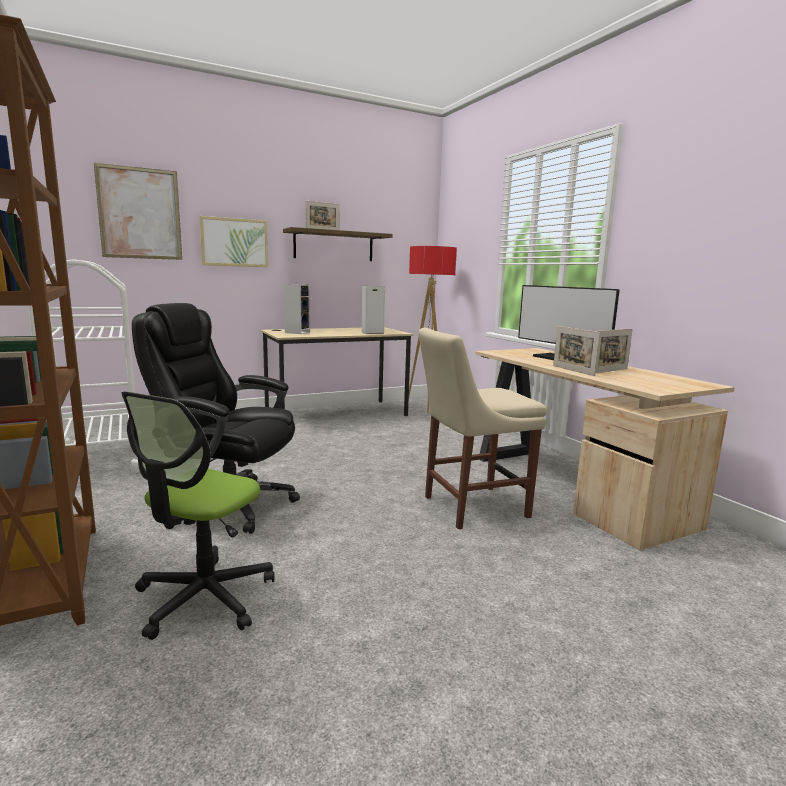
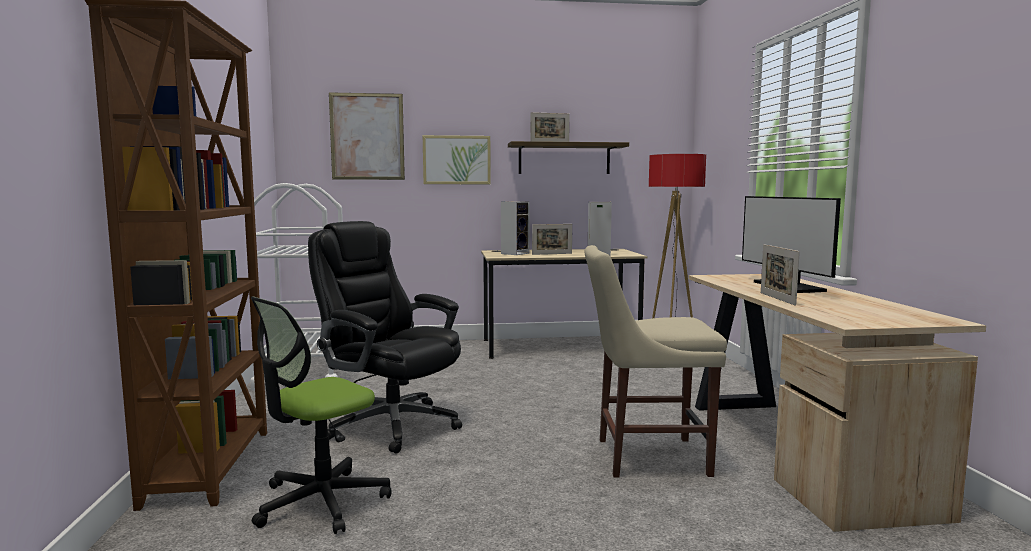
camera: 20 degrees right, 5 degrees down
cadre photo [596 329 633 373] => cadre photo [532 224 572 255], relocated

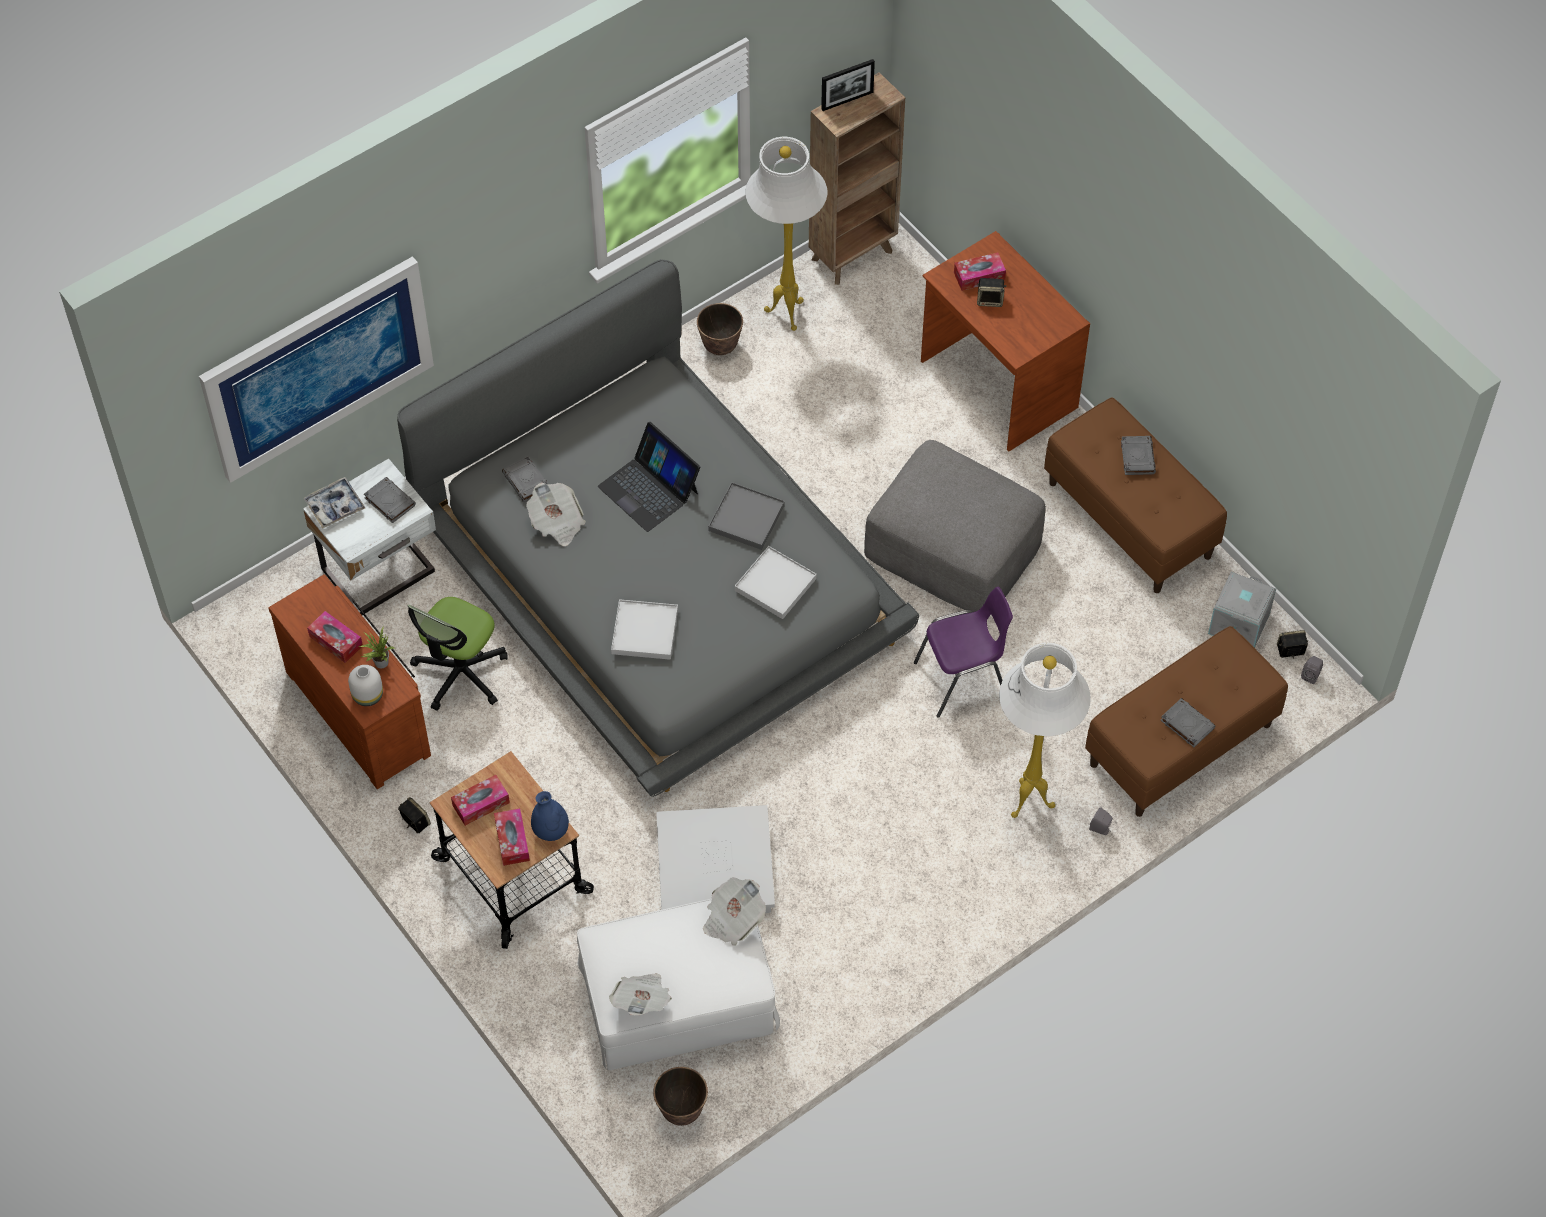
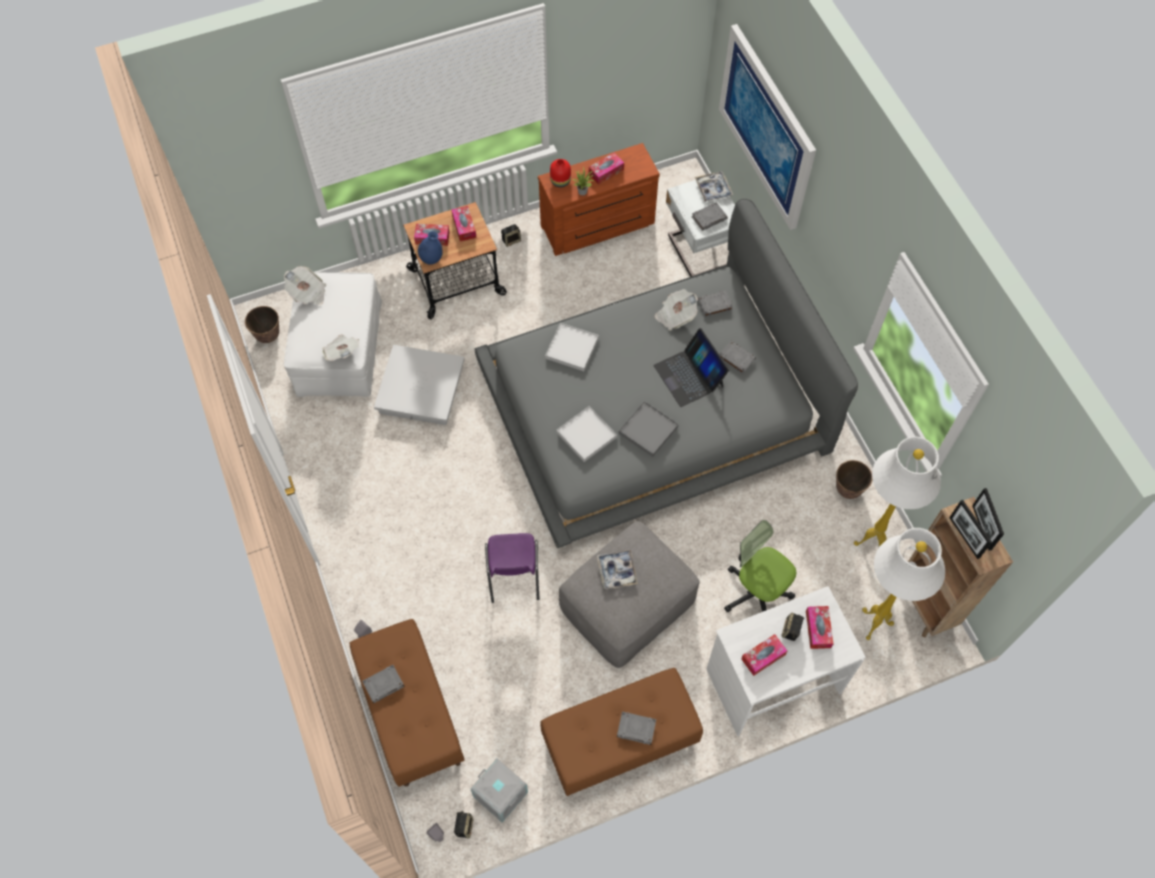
camera: 105 degrees right, 5 degrees up
vase [blanc] [348 665 383 706] => vase [rouge] [550 159 571 187]
nothing => plateau [597 550 638 589]
ordinateur portable [598 422 700 532] => ordinateur portable [654 328 729 407], 90 degrees counterclockwise
bureau [marron] [921 231 1090 452] => bureau [blanc] [706 586 866 736]
nothing => livre [gris] [719 341 756 374]
chaise de bureau [407 597 508 711] => chaise de bureau [724 520 796 612], relocated
nothing => boîte à mouchoirs [741 634 787 676]
lampadaire [blanc] [999 643 1091 818] => lampadaire [blanc] [862 528 945 640], relocated
nothing => cadre photo [949 500 992 559]

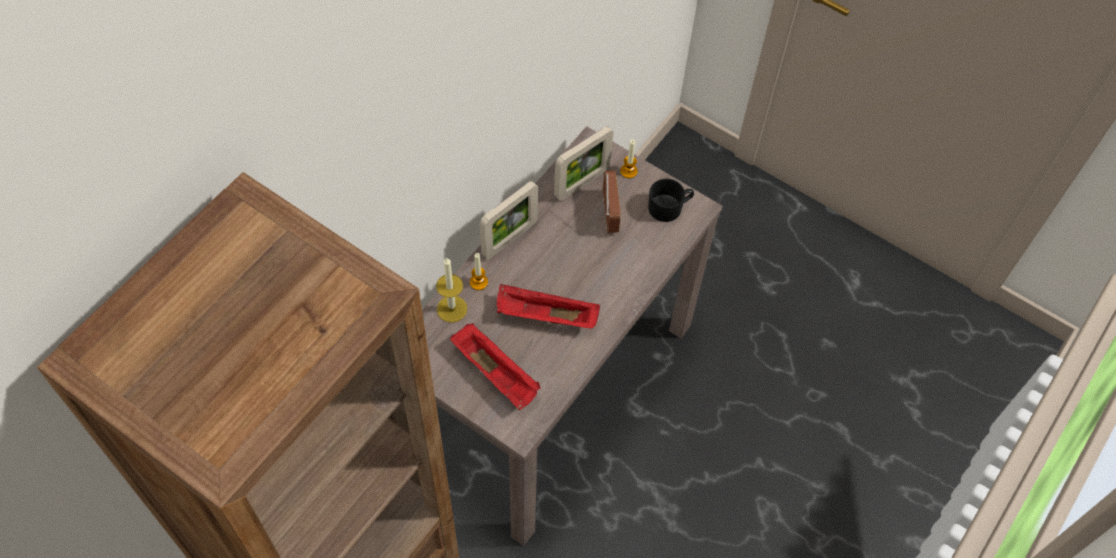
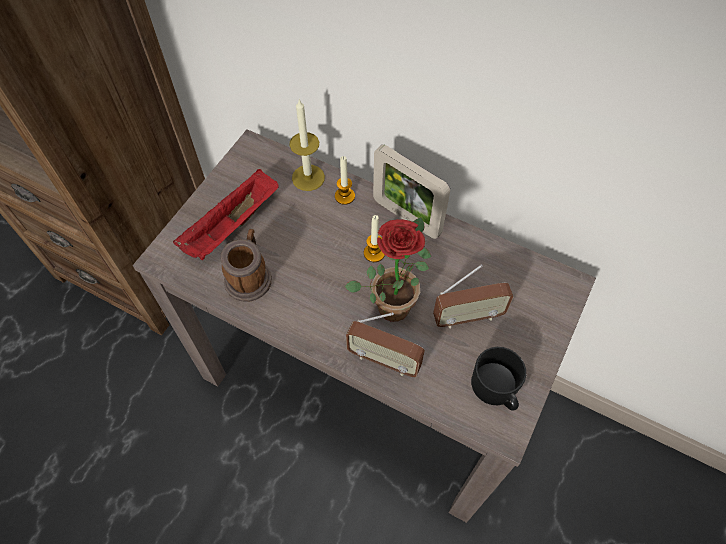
camera: 85 degrees right, 0 degrees up
nothing => mug [221 229 272 302]
nothing => plante en pot [345 218 431 322]
nothing => radio [346 312 425 377]
bougie [620 140 638 178] => bougie [364 215 385 262], relocated
plateau [rouge] [497 284 600 328] => nothing
cadre photo [554 126 614 201] => nothing

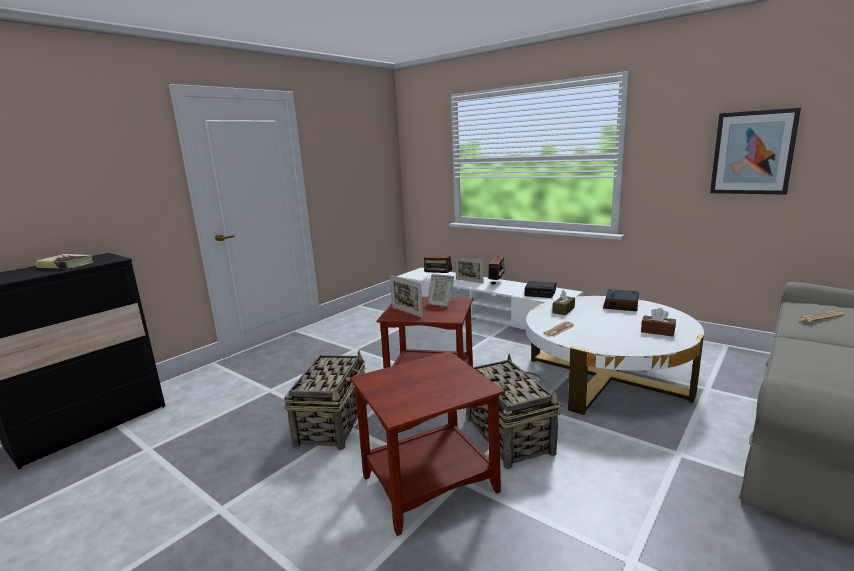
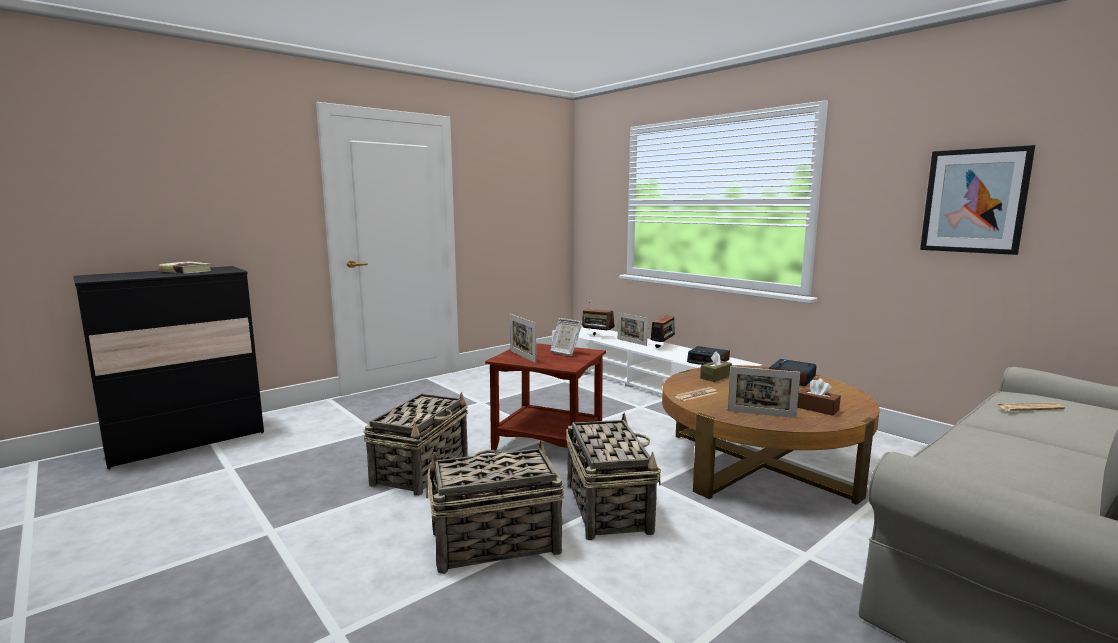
camera: 10 degrees right, 5 degrees down
table d'appoint [marron] [350 351 505 536] => panier [426 440 564 574]
table basse [blanc] [526 296 704 415] => table basse [marron] [662 365 880 505]
nothing => cadre photo [727 366 800 418]

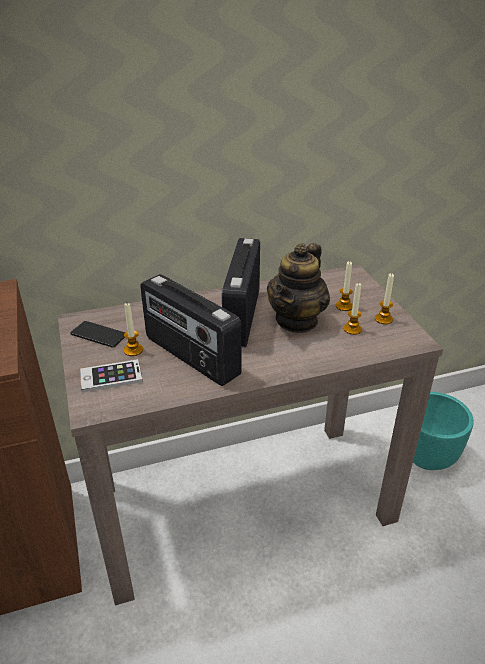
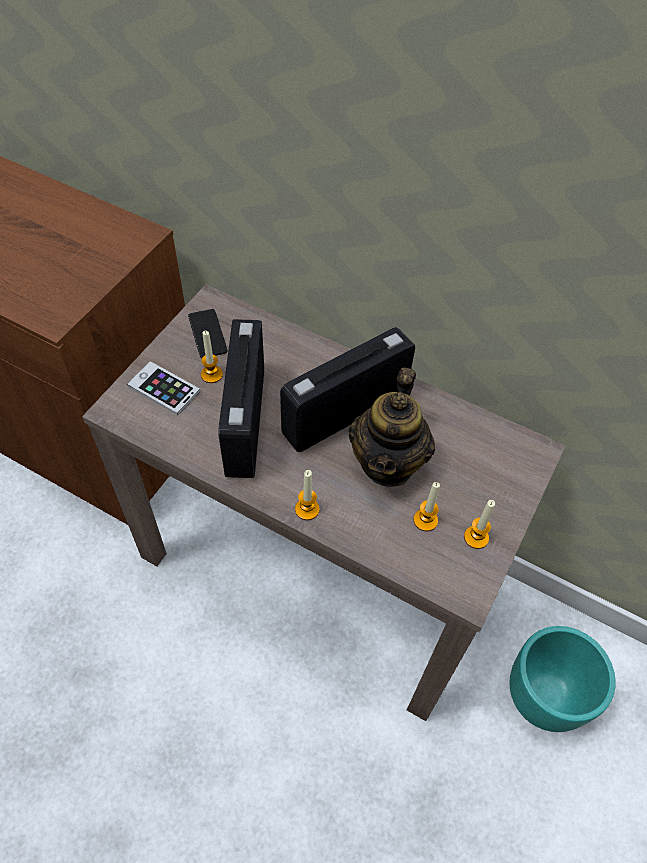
camera: 45 degrees right, 20 degrees up
bougie [336 261 353 311] => bougie [295 470 320 520], relocated
théière [267 243 330 333] => théière [349 367 435 487], 60 degrees counterclockwise

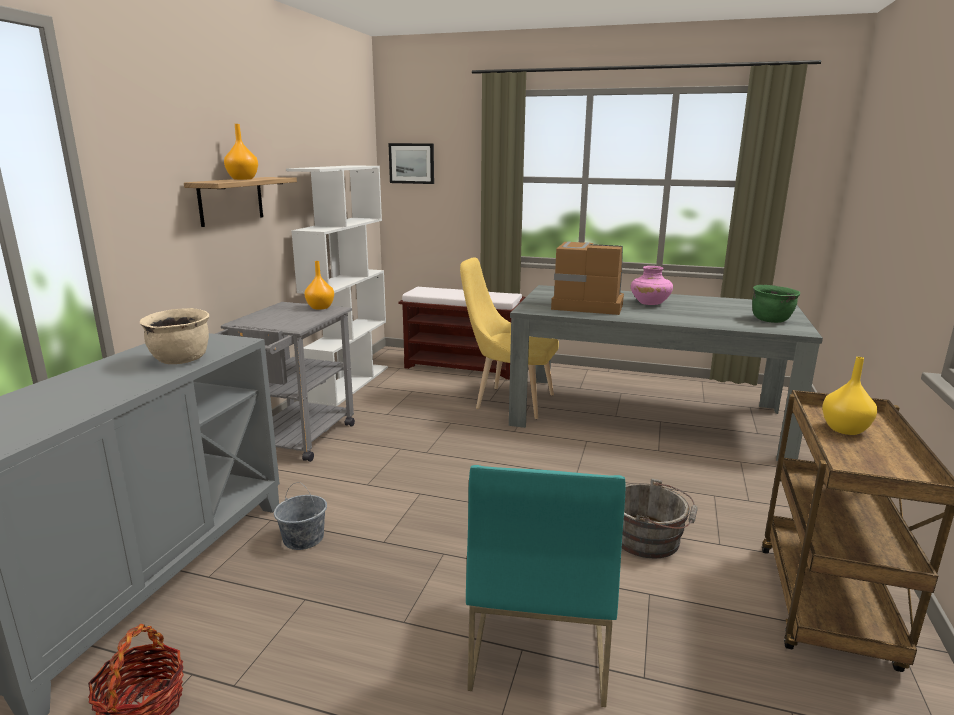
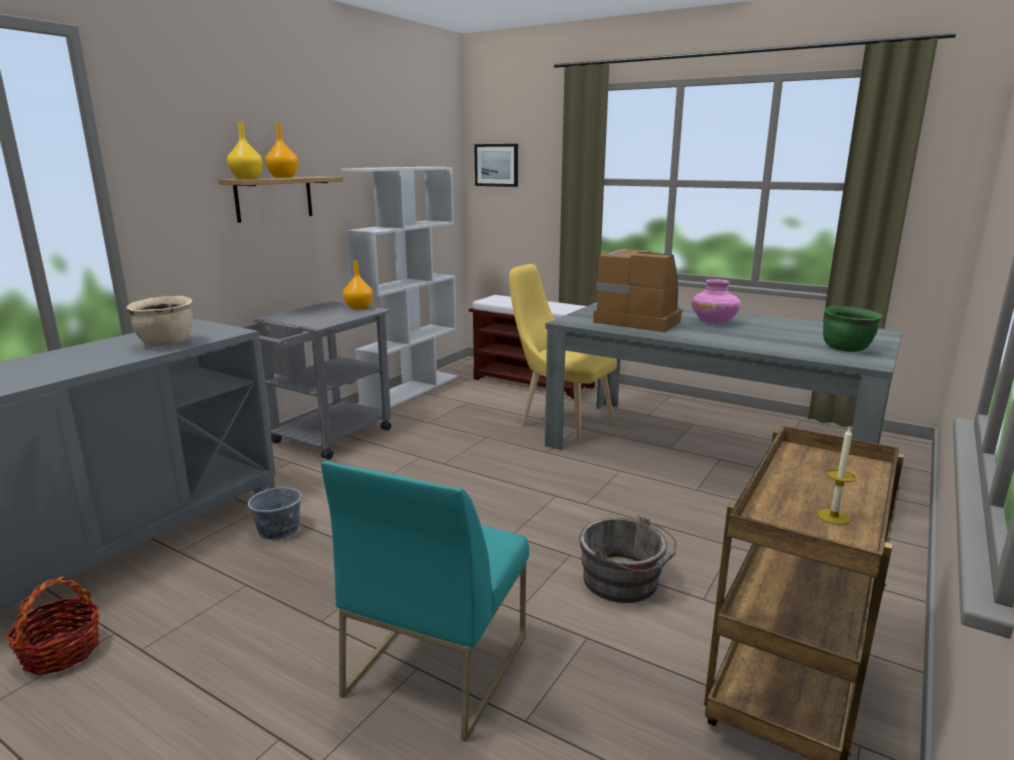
camera: 15 degrees right, 0 degrees up
vase [jaune] [822 357 877 435] => vase [jaune] [227 121 263 179], relocated
nothing => bougie [817 427 856 525]

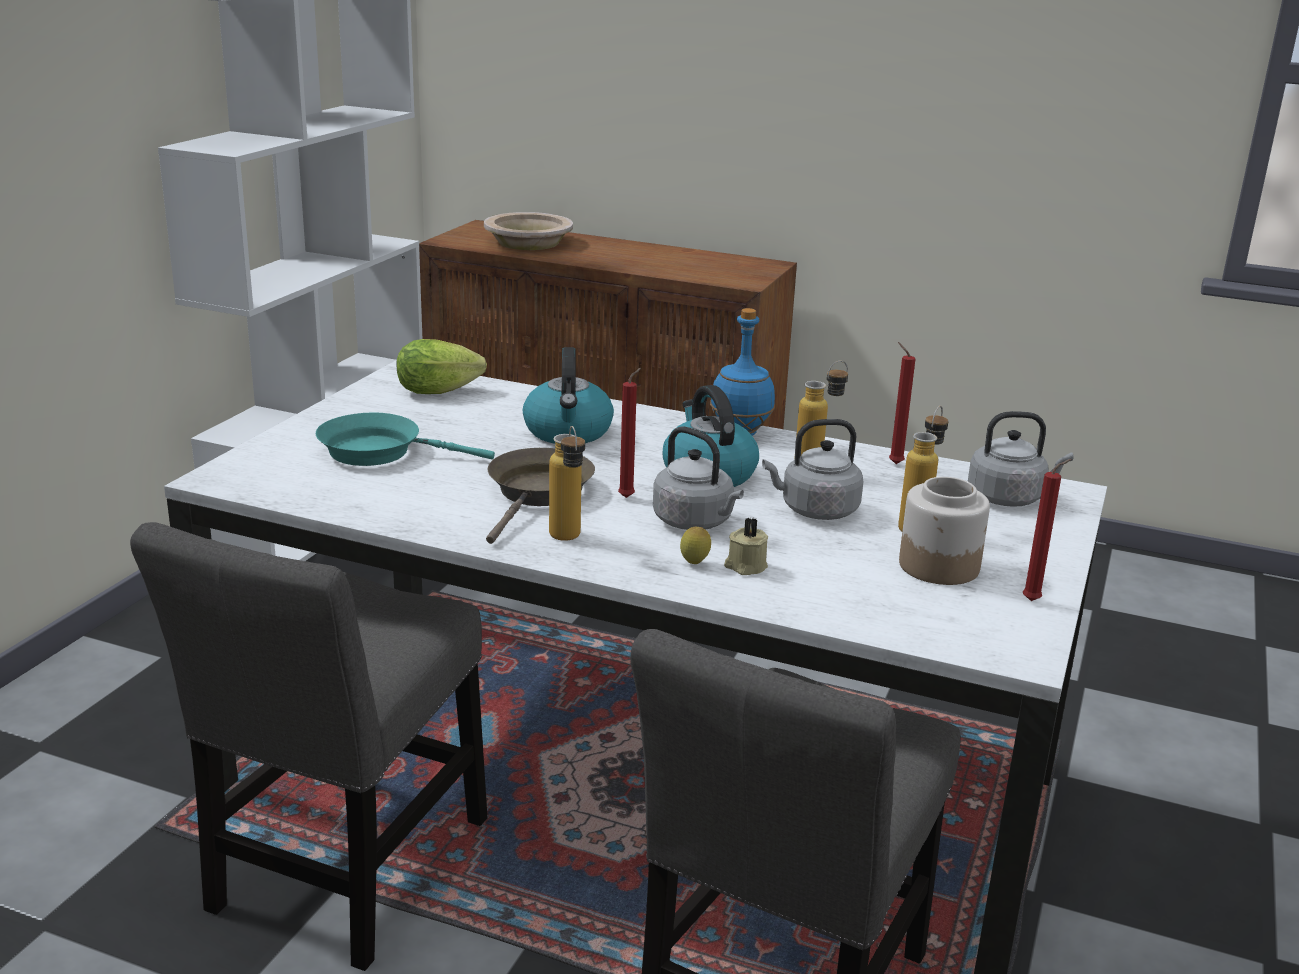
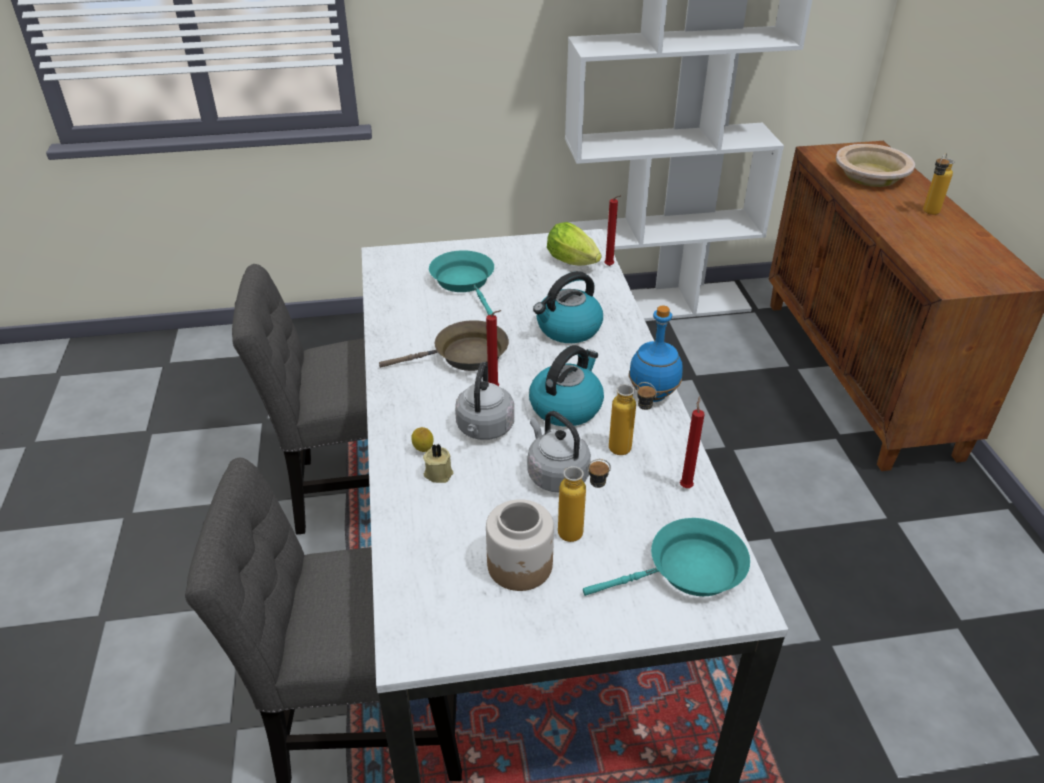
camera: 60 degrees right, 15 degrees up
bouilloire [gris] [968 411 1074 507] => poêle [turquoise] [583 518 750 596]
bougie [rouge] [1023 459 1071 601] => bougie [rouge] [604 196 621 266], relocated
bouteille [549 426 585 541] => bouteille [923 153 954 215], relocated

